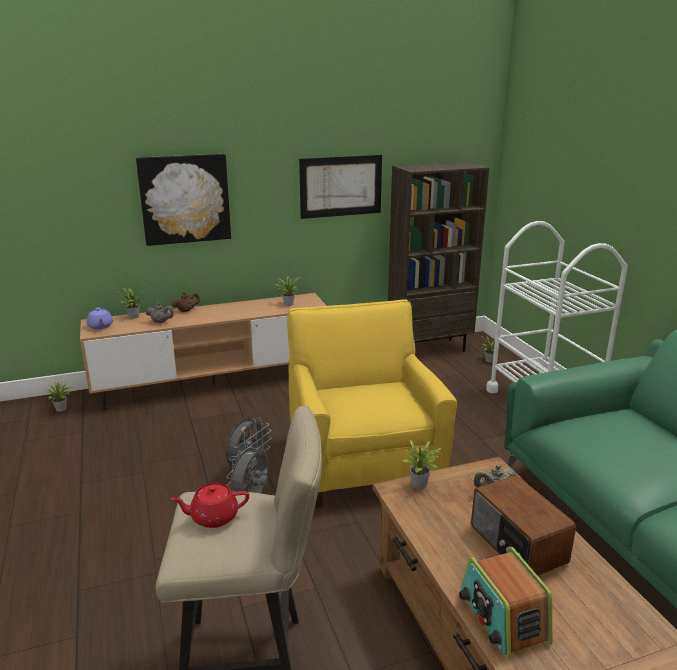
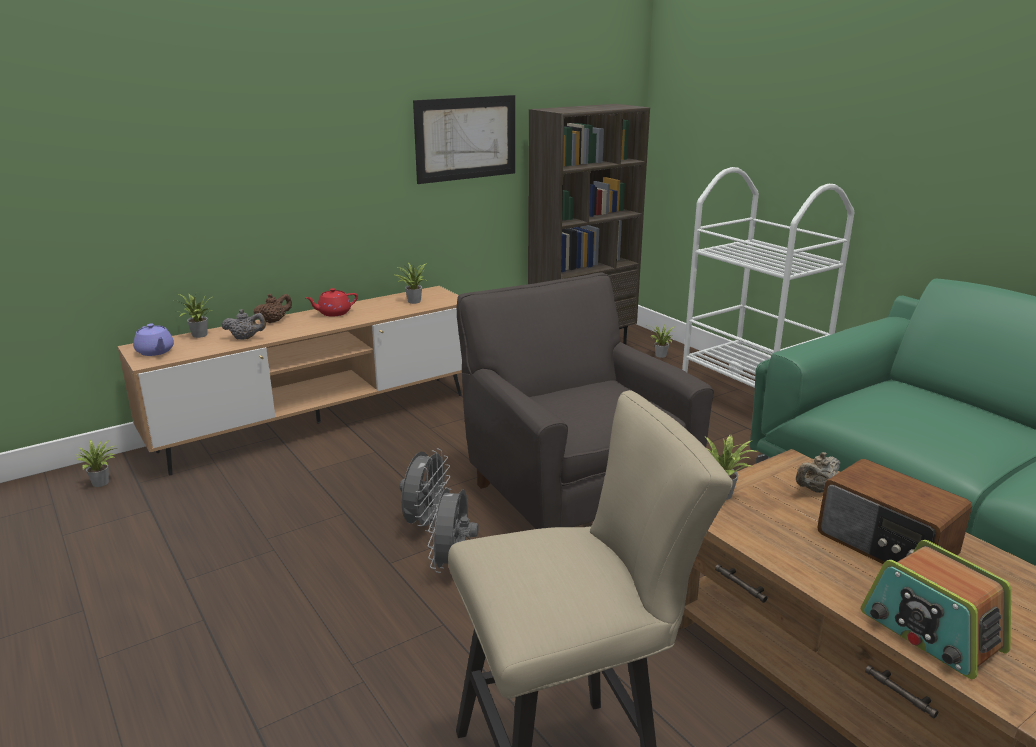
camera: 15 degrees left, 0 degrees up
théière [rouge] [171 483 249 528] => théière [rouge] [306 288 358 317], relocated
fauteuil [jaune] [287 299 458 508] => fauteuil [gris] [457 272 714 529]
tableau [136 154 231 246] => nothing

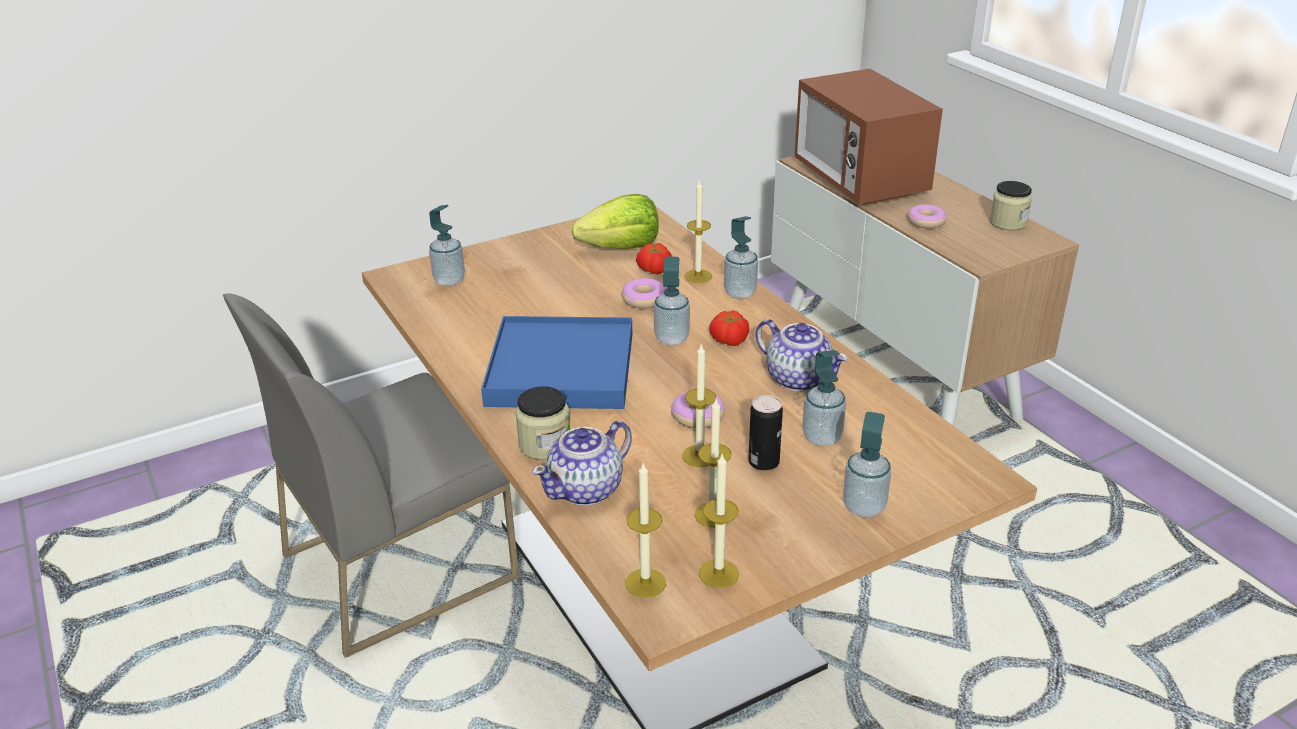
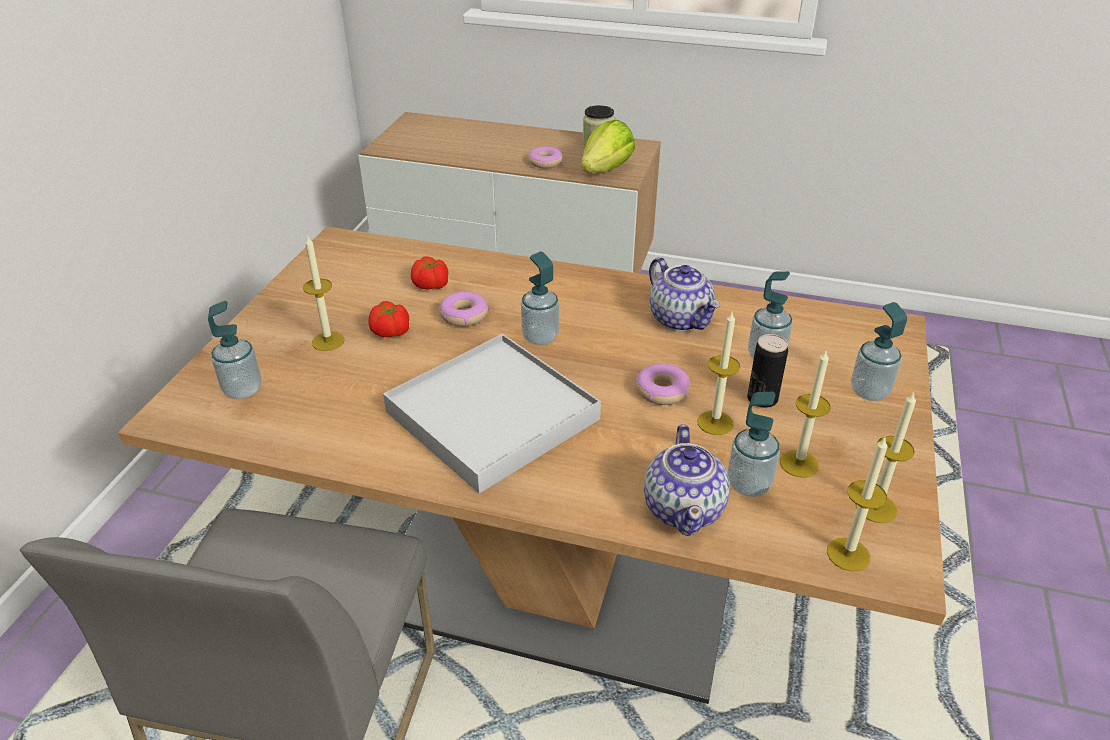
camera: 45 degrees left, 5 degrees up
bougie [685 180 712 283] => bougie [303 235 345 351], relocated
tomate [709 310 749 346] => tomate [368 301 409 337], relocated
plateau [bleu] [481 316 632 409] => plateau [blanc] [383 334 601 493]
laitue [571 194 659 249] => laitue [581 120 635 173], relocated
théière [756 319 848 391] => théière [649 257 720 331], 60 degrees clockwise
distributeur de savon [724 216 758 299] => distributeur de savon [728 392 780 497], relocated
bocal [515 386 570 460] => nothing
micro-ondes [795 69 943 204] => nothing

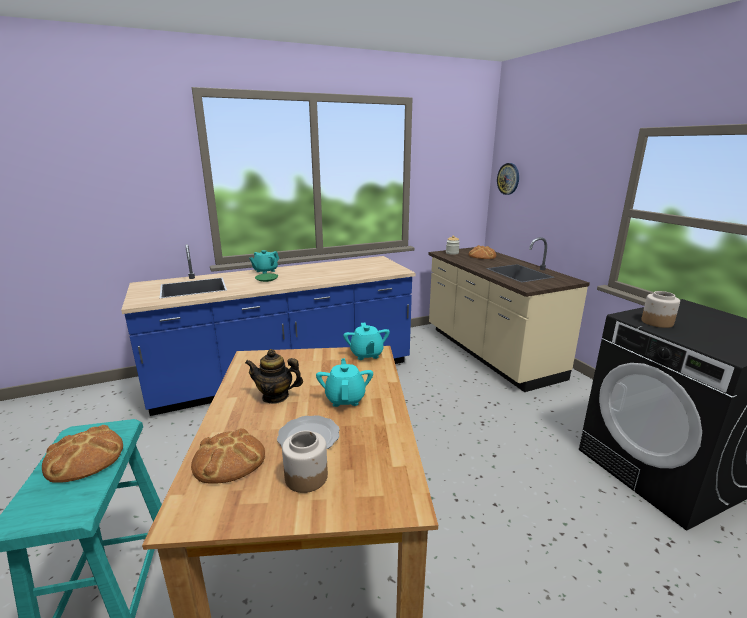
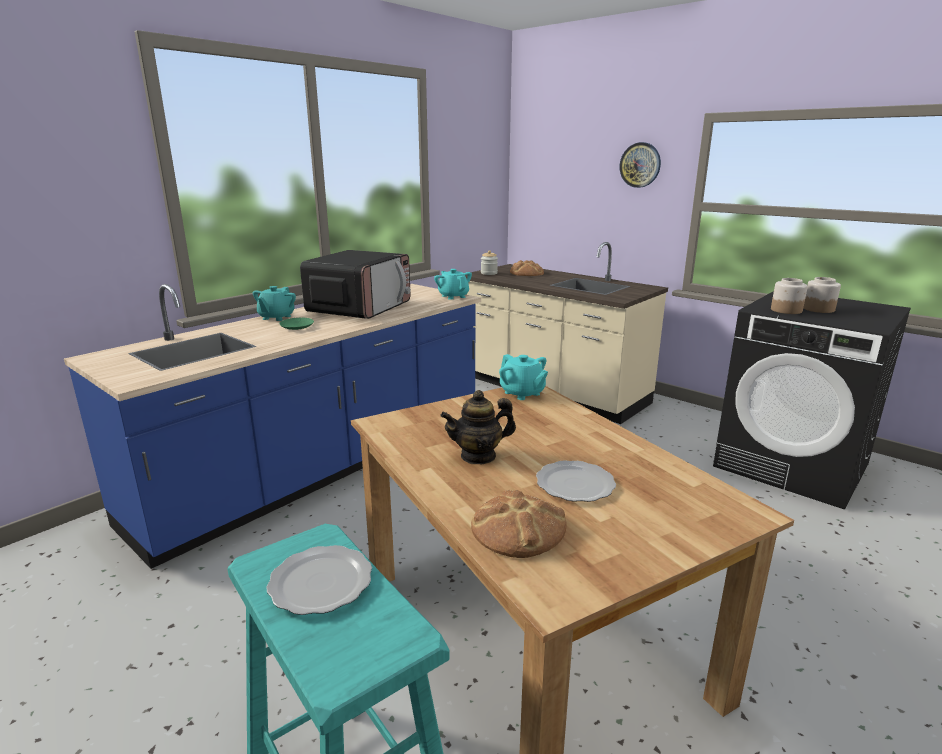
camera: 25 degrees left, 0 degrees up
pain [42 425 123 483] => assiette [266 545 372 615]
nothing => micro-ondes [300 250 411 319]
théière [turquoise] [316 358 373 407] => théière [turquoise] [434 269 472 300], relocated
horloge murale [497 163 519 195] => horloge murale [620 142 661 188], relocated
bocal [282 430 328 493] => bocal [803 277 841 313], relocated

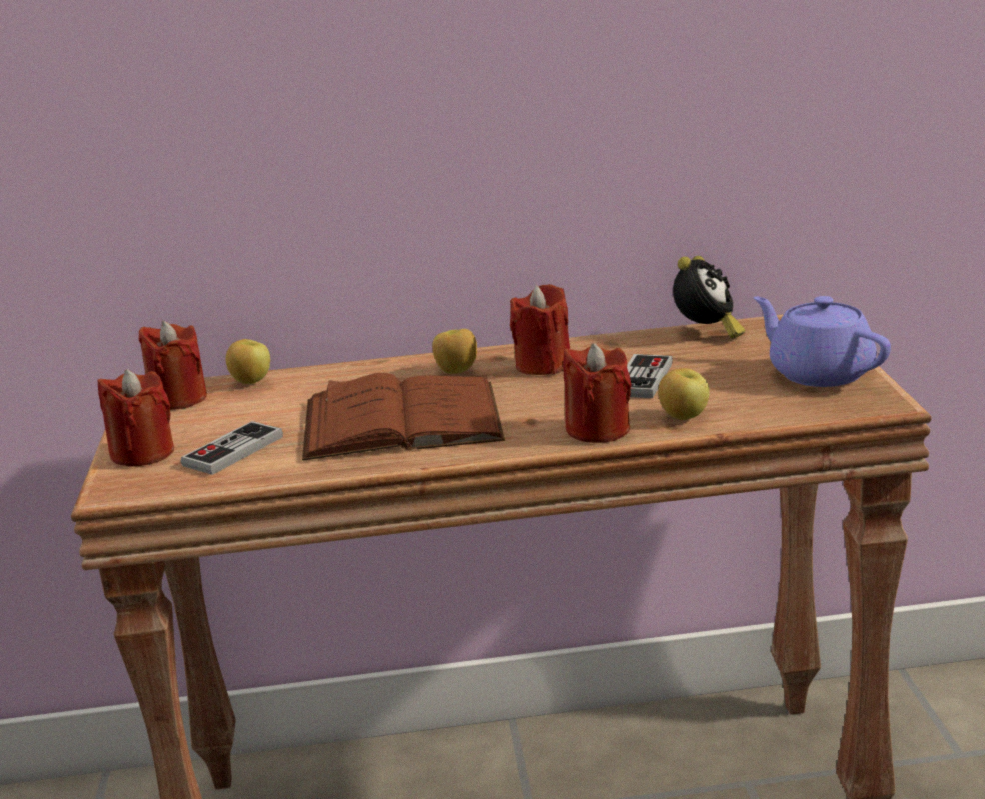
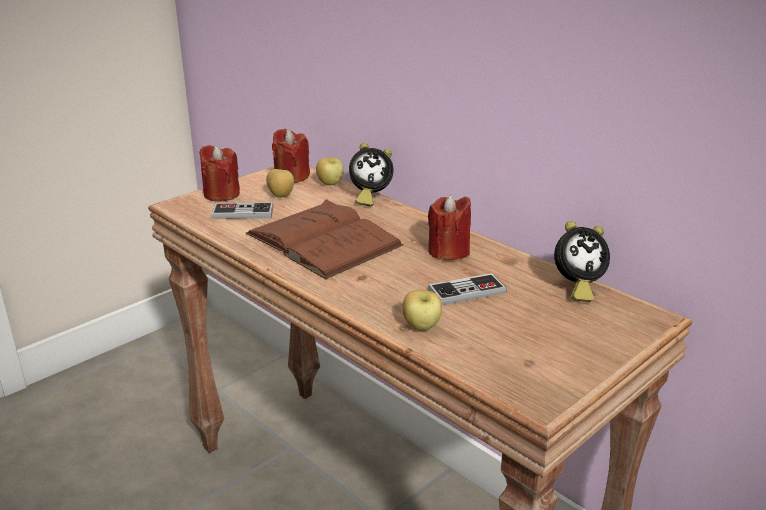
camera: 50 degrees right, 5 degrees up
pomme [432 329 477 374] => pomme [266 169 294 198], relocated
nothing => réveil [349 143 394 206]
bougie [rouge] [563 343 632 443] => nothing
théière [violet] [753 296 891 387] => nothing

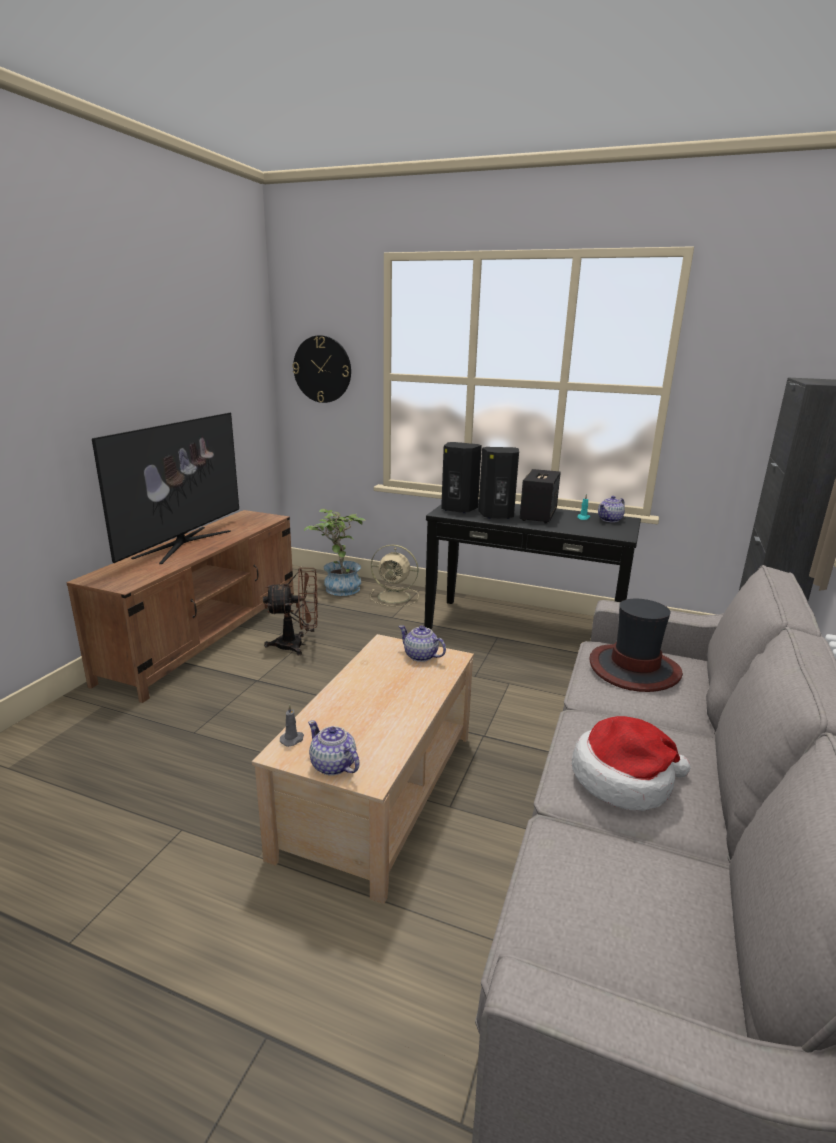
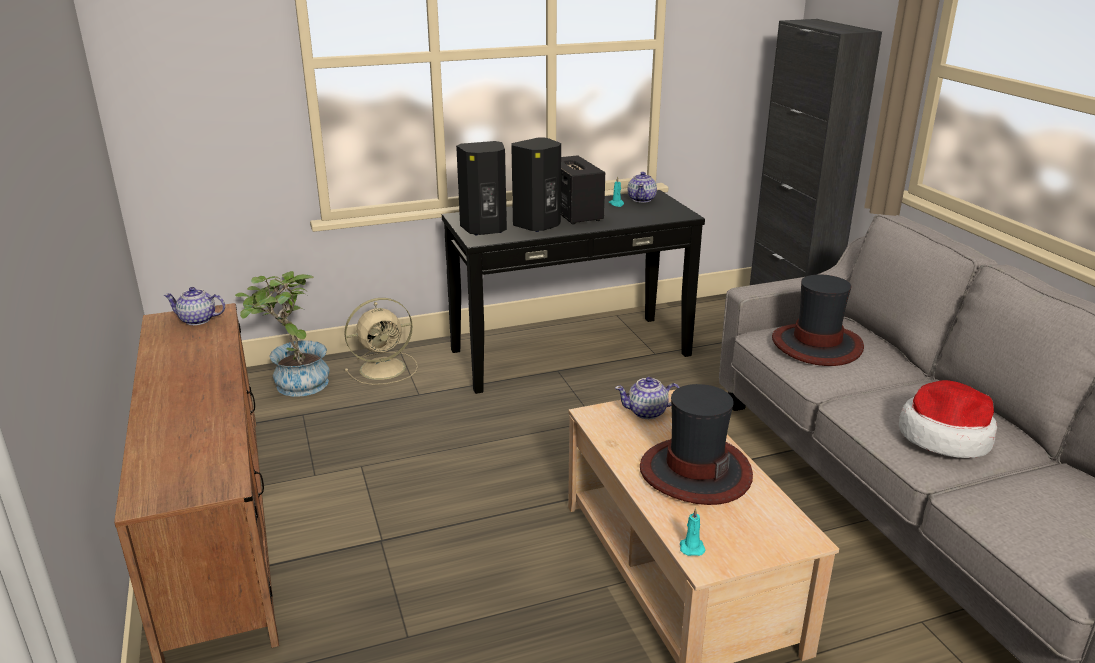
camera: 40 degrees left, 5 degrees up
théière [308 721 360 775] => théière [163 287 225 325], relocated
nothing => chapeau [640 384 753 505]
bougie [gris] [280 704 304 747] => bougie [turquoise] [680 508 706 556]
téléviseur [92 412 239 564] => nothing
ventilateur [marron] [263 567 318 655] => nothing
horloge murale [292 335 351 403] => nothing

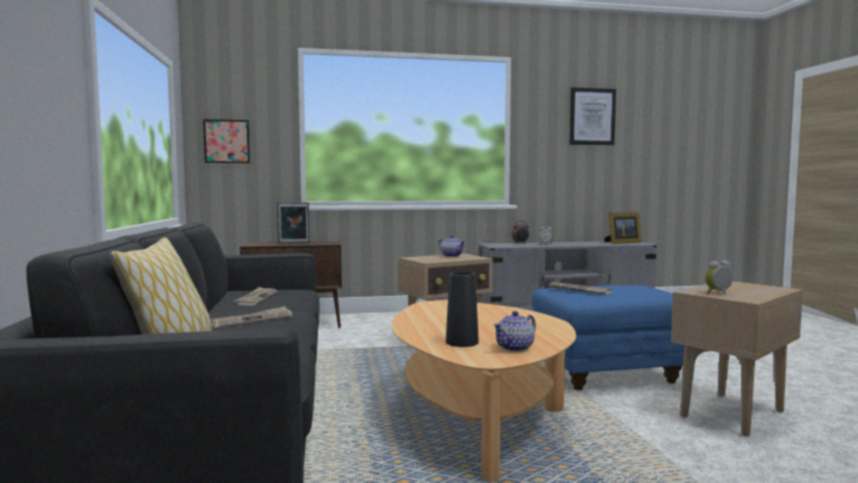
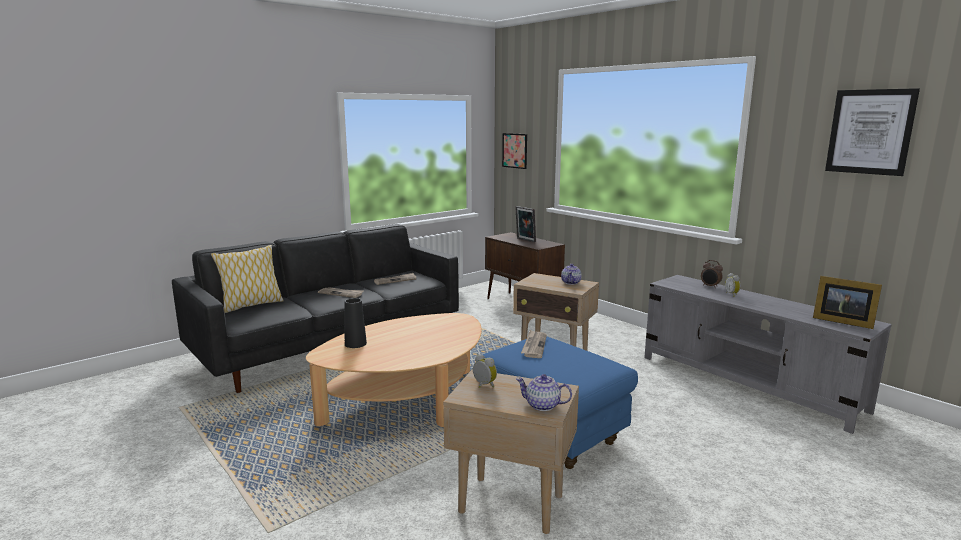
camera: 60 degrees right, 10 degrees up
théière [493 311 536 352] => théière [516 374 572 411], relocated

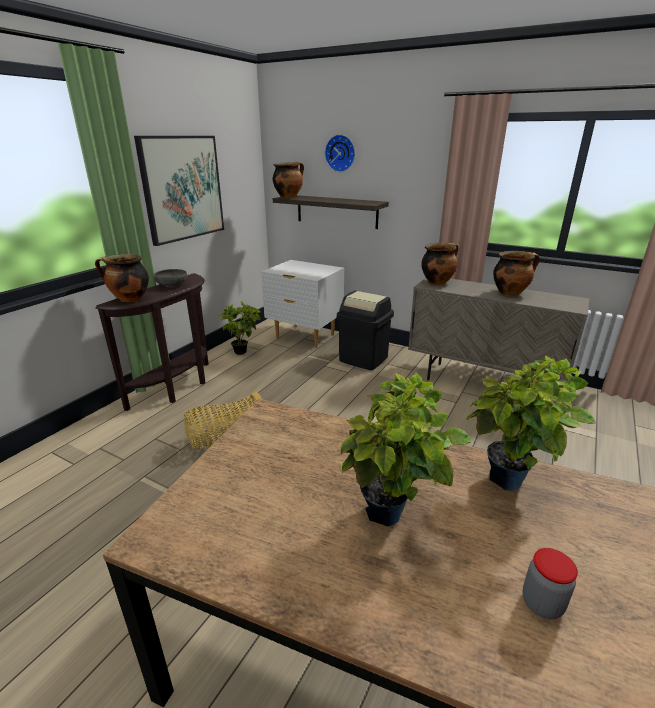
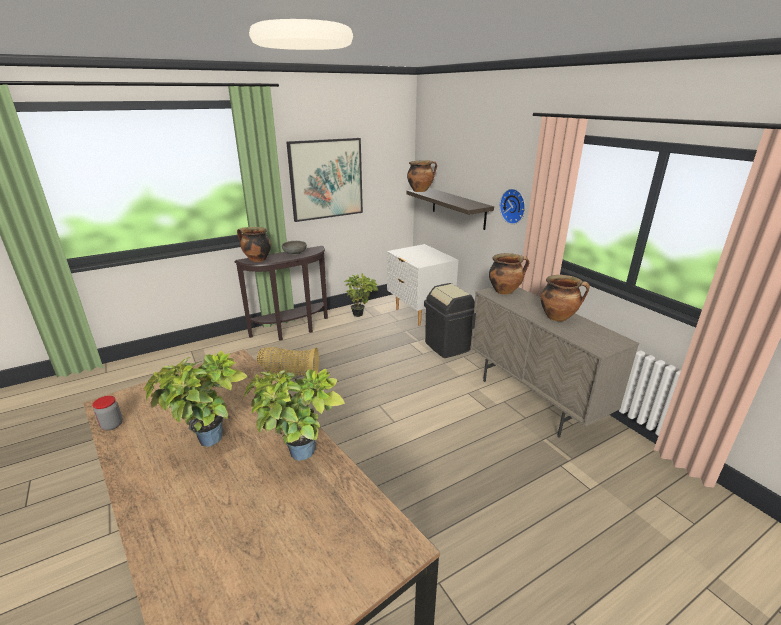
camera: 30 degrees right, 0 degrees up
bocal [522 548 578 619] => bocal [92 396 123 430], relocated
horloge murale [325 134 355 172] => horloge murale [500 189 525 224], relocated

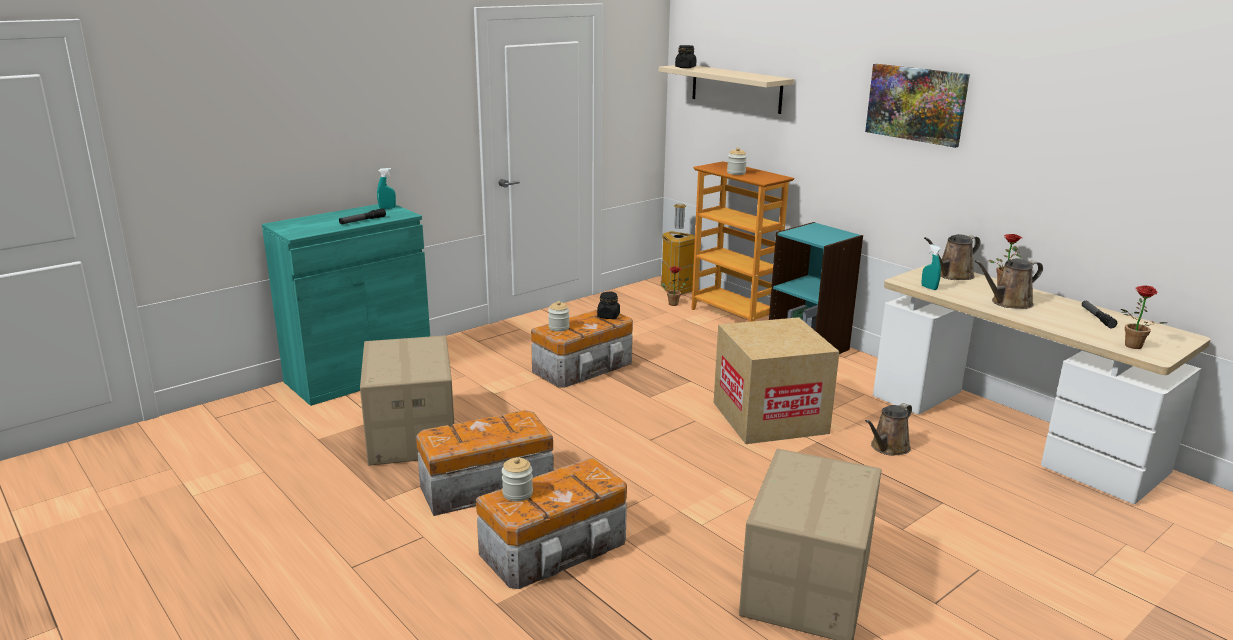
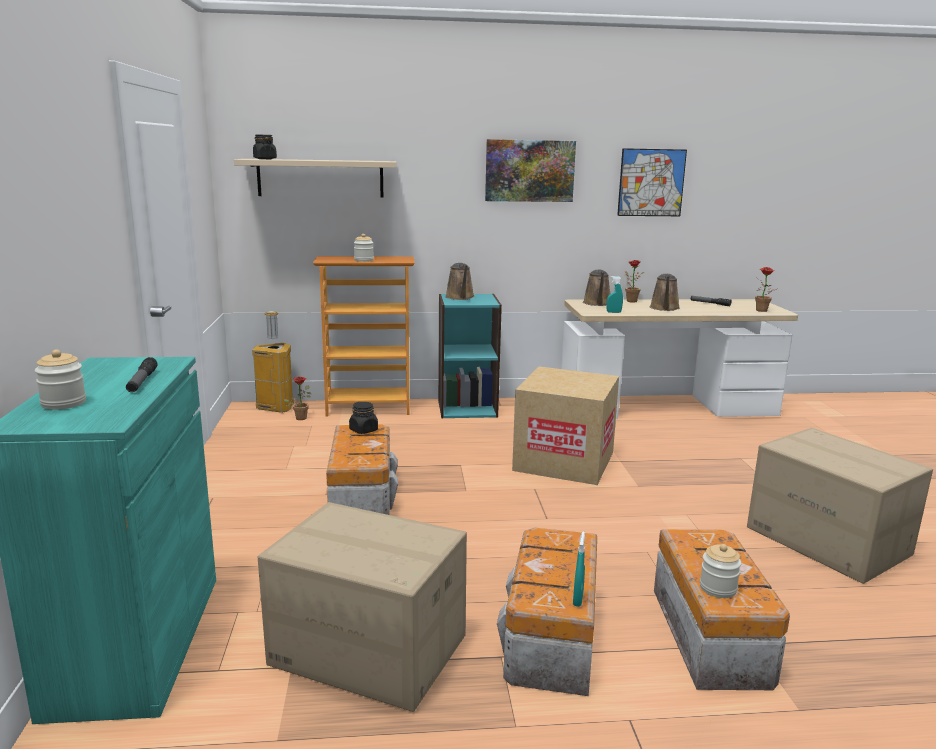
camera: 55 degrees left, 5 degrees down
bocal [548 301 570 332] => bocal [35 349 86 410], relocated
arrosoir [marron] [865 403 912 456] => arrosoir [marron] [445 263 475 300], relocated
vaporisateur [turquoise] [377 168 396 209] => vaporisateur [turquoise] [573 531 585 607], relocated
nothing => tableau [617 148 687 216]

